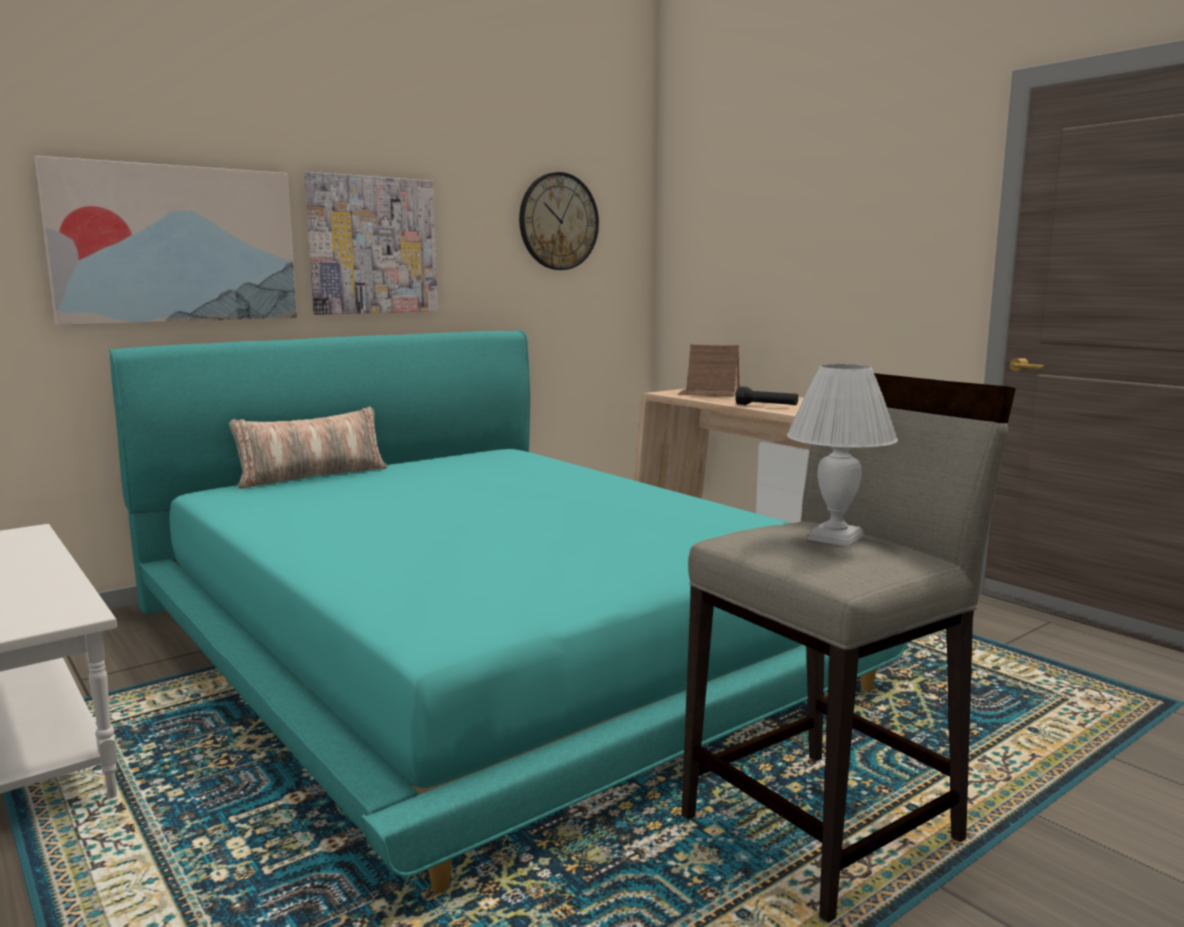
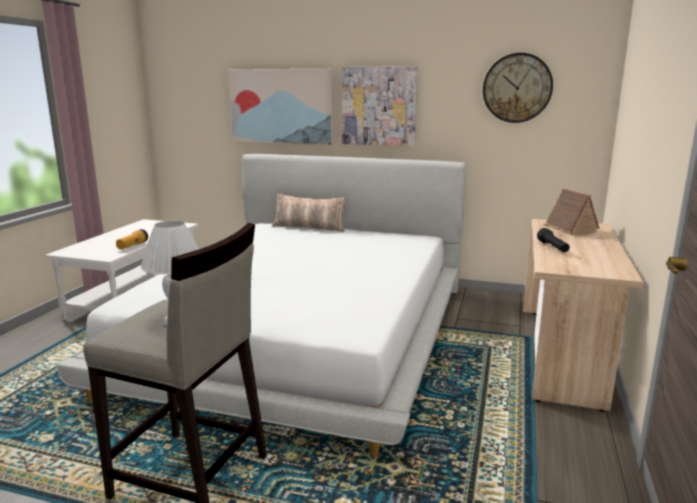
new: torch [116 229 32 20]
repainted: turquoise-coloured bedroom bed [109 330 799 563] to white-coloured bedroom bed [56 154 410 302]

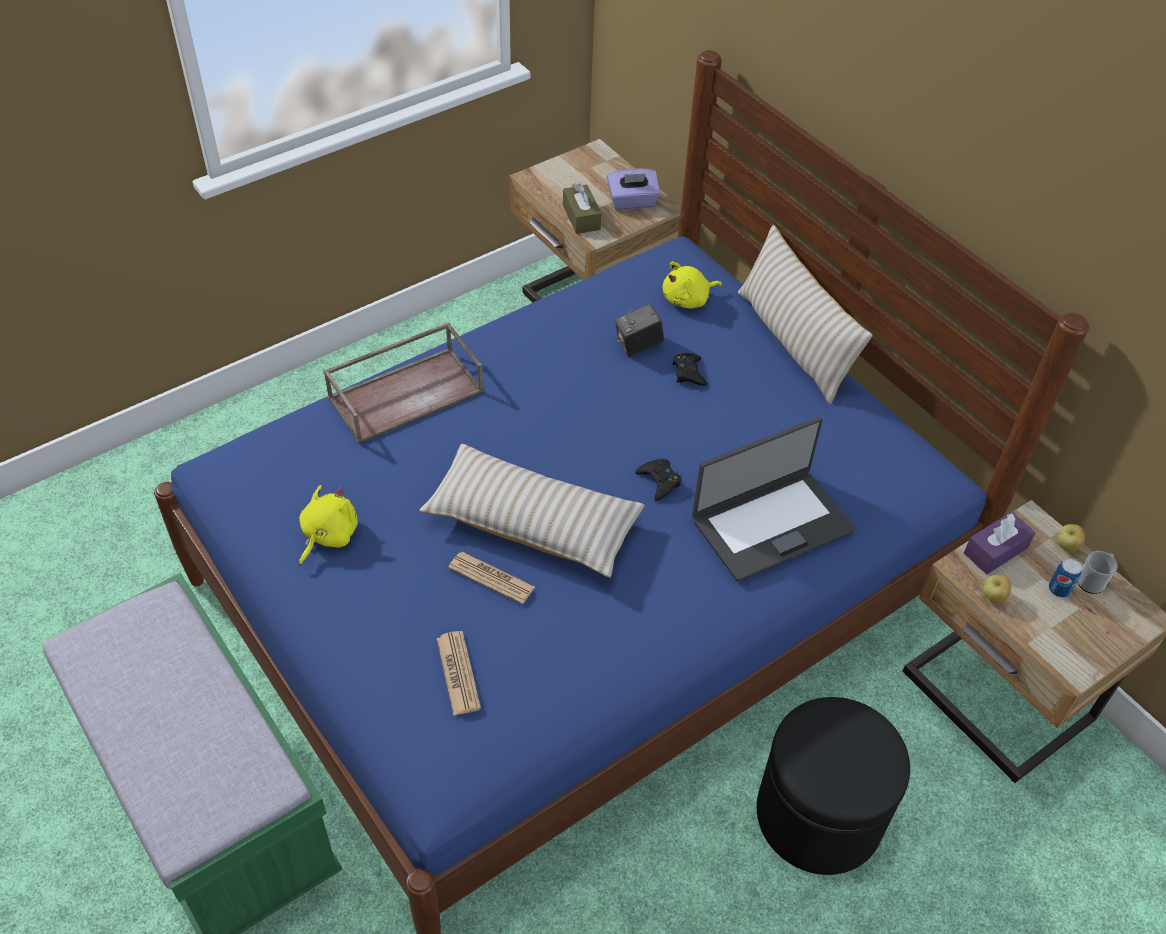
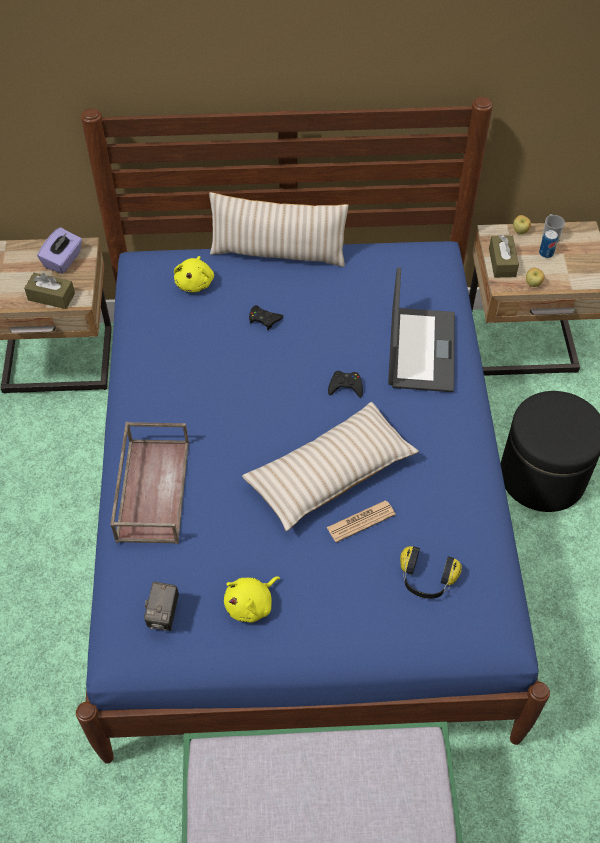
shifted: still camera [615 304 49 53] to [144 582 35 49]
swapped: daily paper [437 631 44 84] to headset [400 546 62 53]
repainted: purple-coloured tissue holder [964 512 71 62] to brown tissue holder [489 235 30 43]
rotated: yellow plush toy [299 485 59 80] = [224 576 56 47] 105 degrees counterclockwise

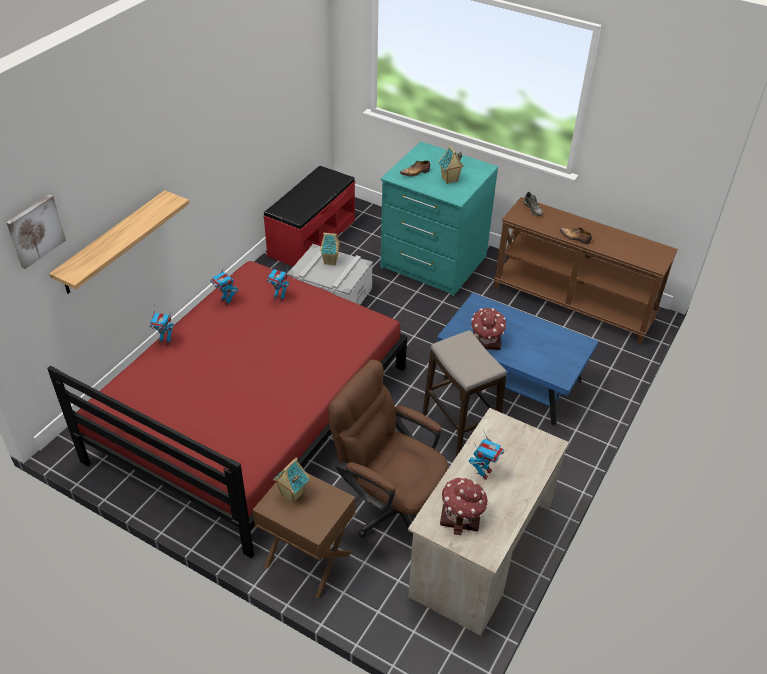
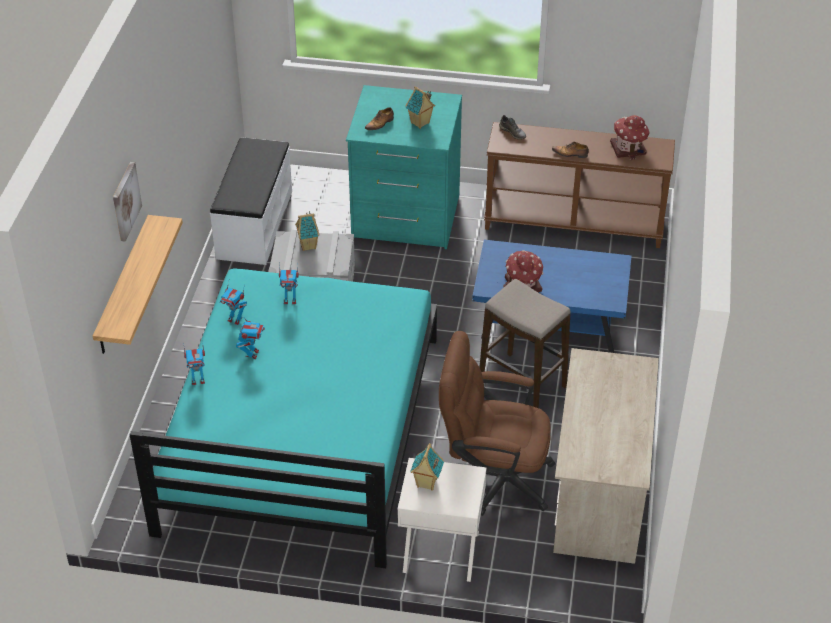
shifted: wall art [6 195 60 74] to [113 162 29 80]; toy house [440 477 48 58] to [610 115 40 45]; toy robot [469 430 35 50] to [236 314 29 45]
repainted: reddish bedroom bed [47 261 360 298] to turquoise-coloured bedroom bed [129 269 308 299]; brown night table [253 472 102 127] to white-coloured night table [398 458 89 124]; reddish long seat [263 166 92 101] to white-coloured long seat [210 137 82 128]

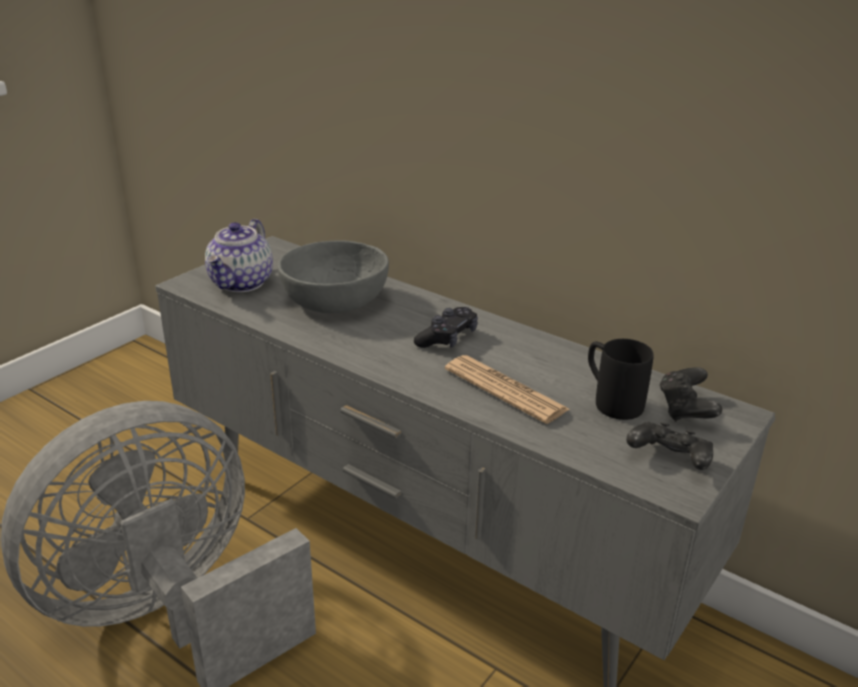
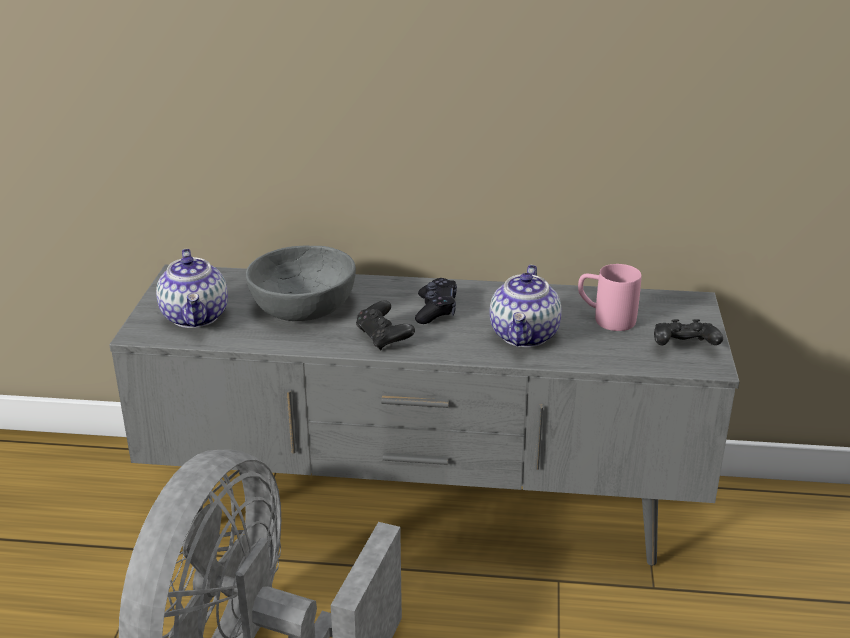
shifted: blackish gamepad [659 367 63 55] to [356 301 59 50]
swapped: daily paper [445 355 125 69] to pot for tea [490 265 72 82]
repainted: blackish tea mug [588 339 66 81] to pink tea mug [578 264 63 67]

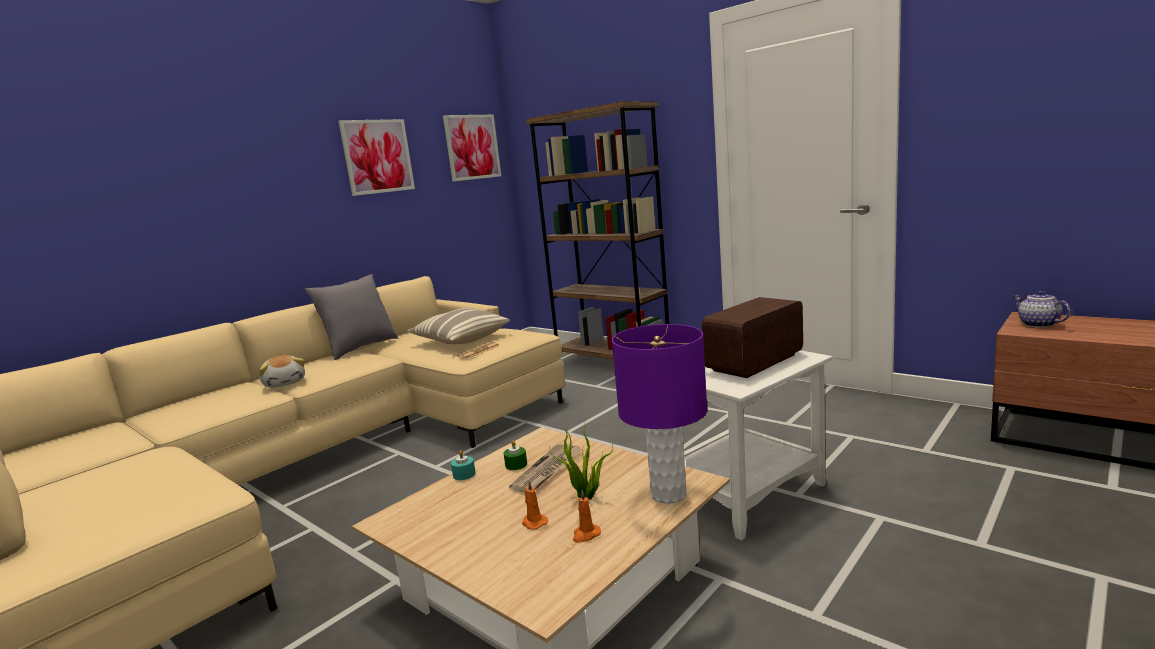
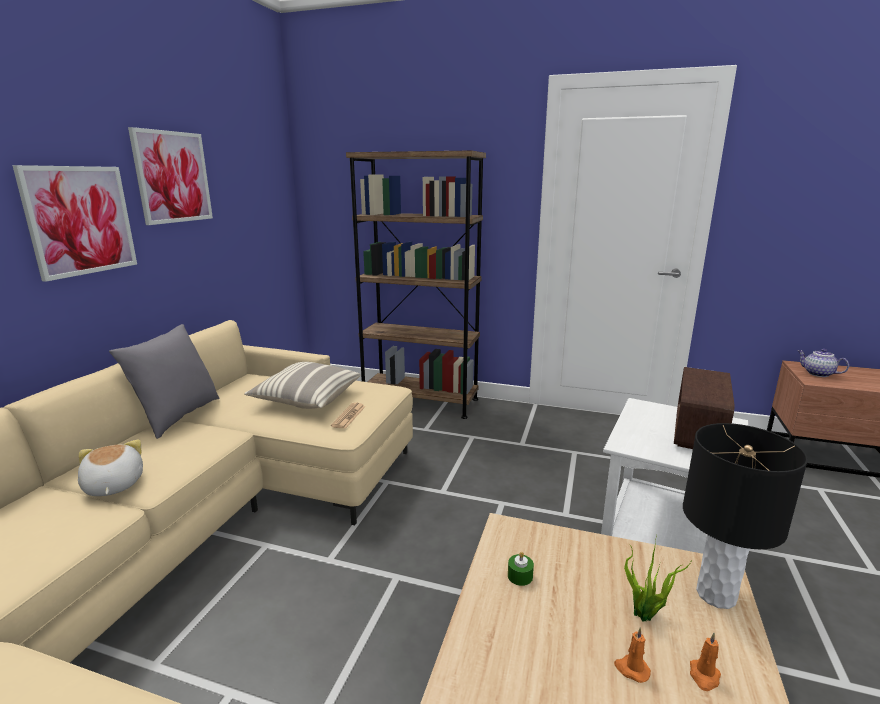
gone: turquoise-coloured wax light [451 450 25 30]; daily paper [509 444 73 48]
shifted: wall art [443 115 58 67] to [12 165 125 117]
repainted: purple-coloured table lamp [612 324 95 180] to blackish table lamp [683 423 125 186]
rotated: plush toy [259 355 46 33] = [78 440 65 56] 150 degrees counterclockwise

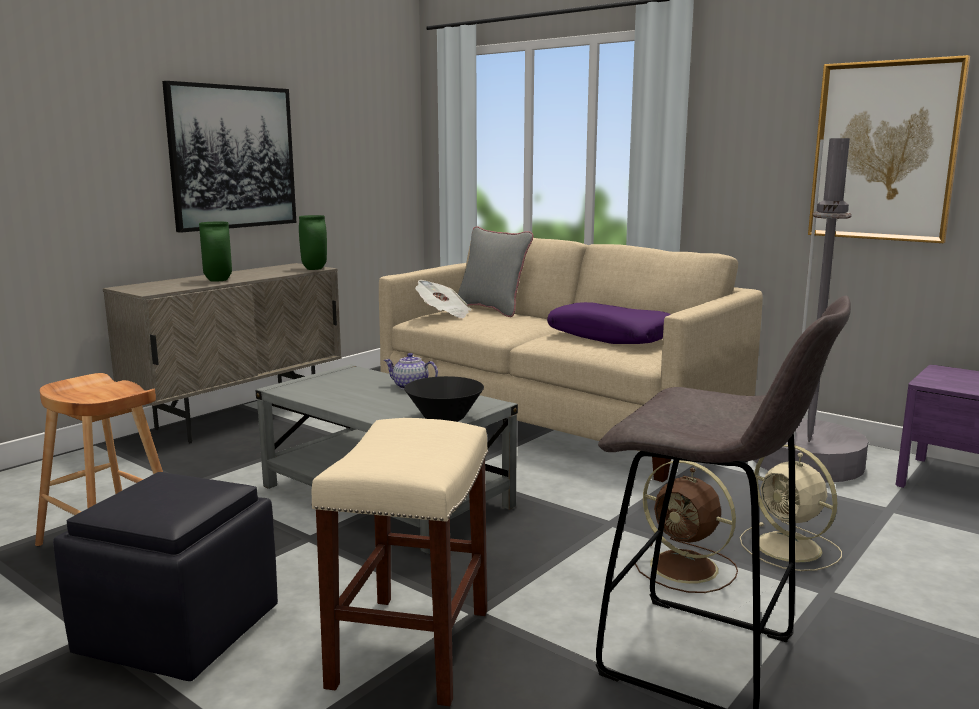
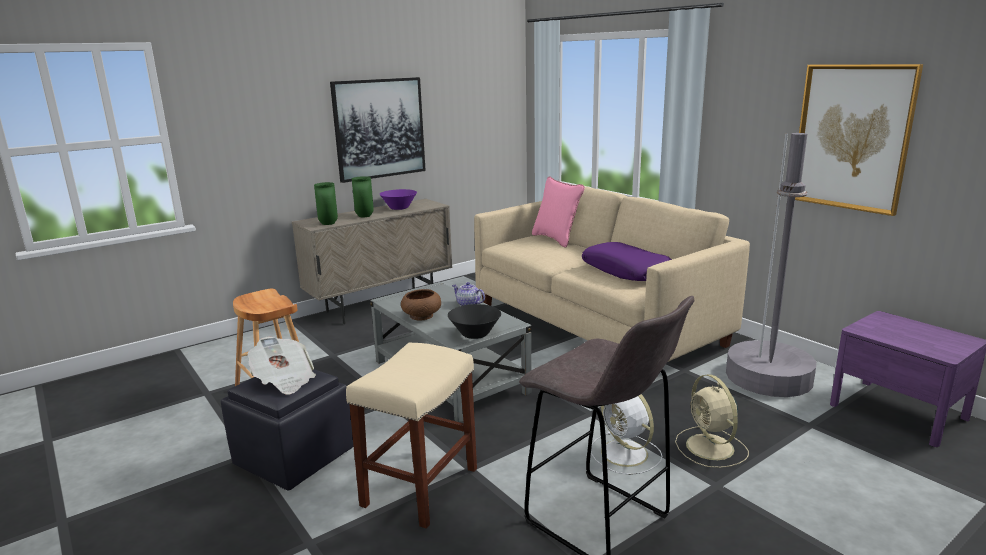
new: purple-coloured bowl [379 189 38 21]; brown bowl [401 289 40 32]
shifted: greenish vase [299 215 28 55] to [314 182 24 43]; daily paper [415 280 56 39] to [247 336 69 59]
repainted: greyish throw pillow [458 226 75 91] to pink throw pillow [532 176 53 71]; brown cooling fan [635 460 103 133] to white-coloured cooling fan [591 394 71 81]

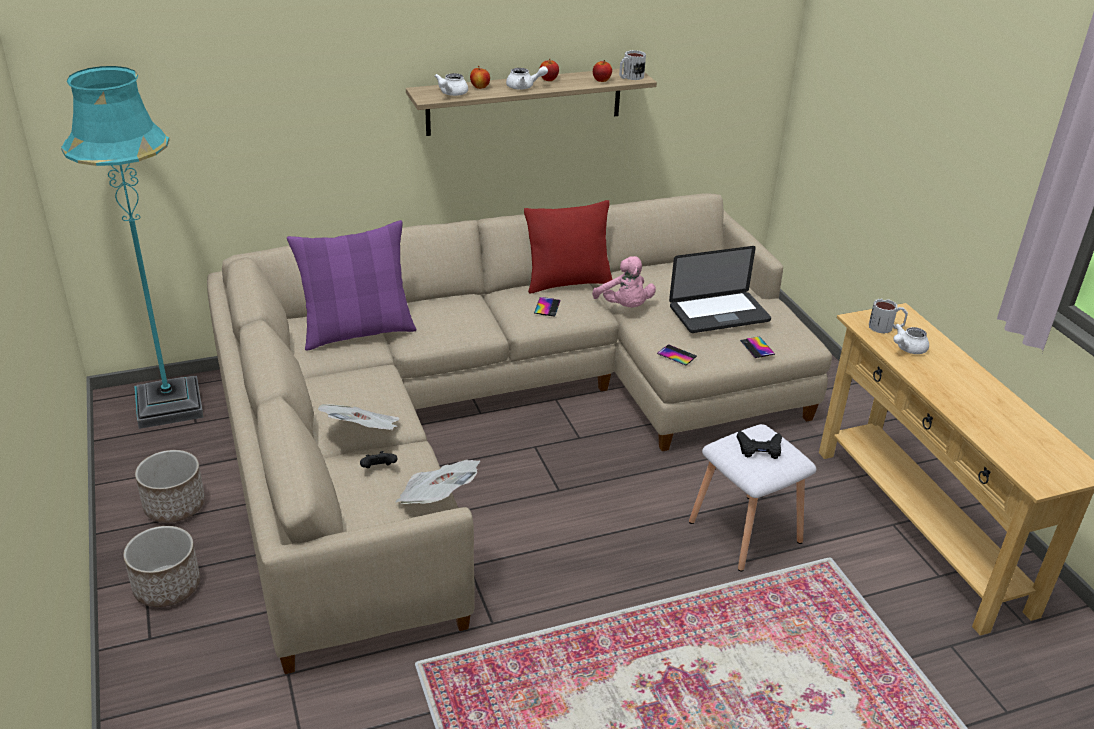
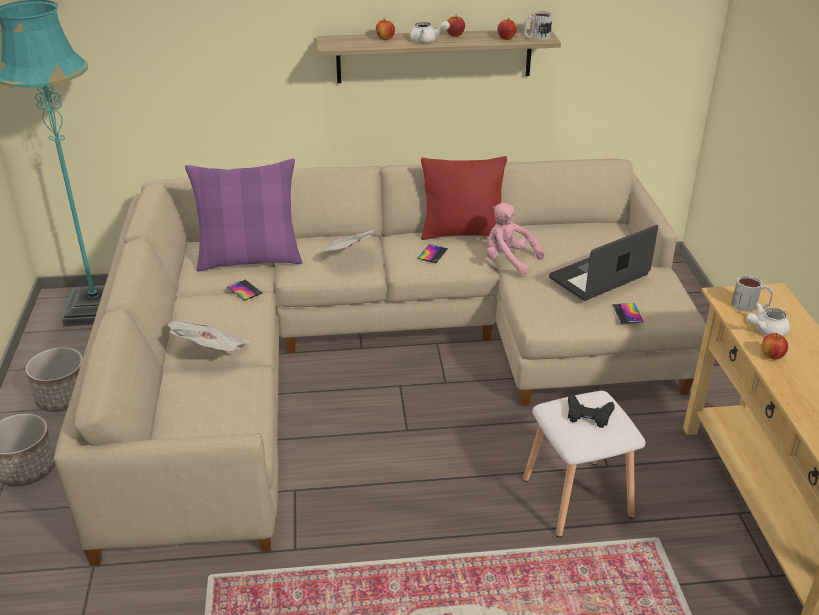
gone: blackish gamepad [360 451 38 17]; white-coloured pot for tea [435 73 33 23]
new: whole apple [762 333 26 27]
shifted: daily paper [395 460 85 44] to [317 228 63 25]; handset [657 344 40 21] to [227 279 35 21]
rotated: pink plush toy [592 256 64 51] = [486 203 58 72] 135 degrees clockwise; portable computer [669 246 102 87] = [549 225 109 76] 150 degrees clockwise

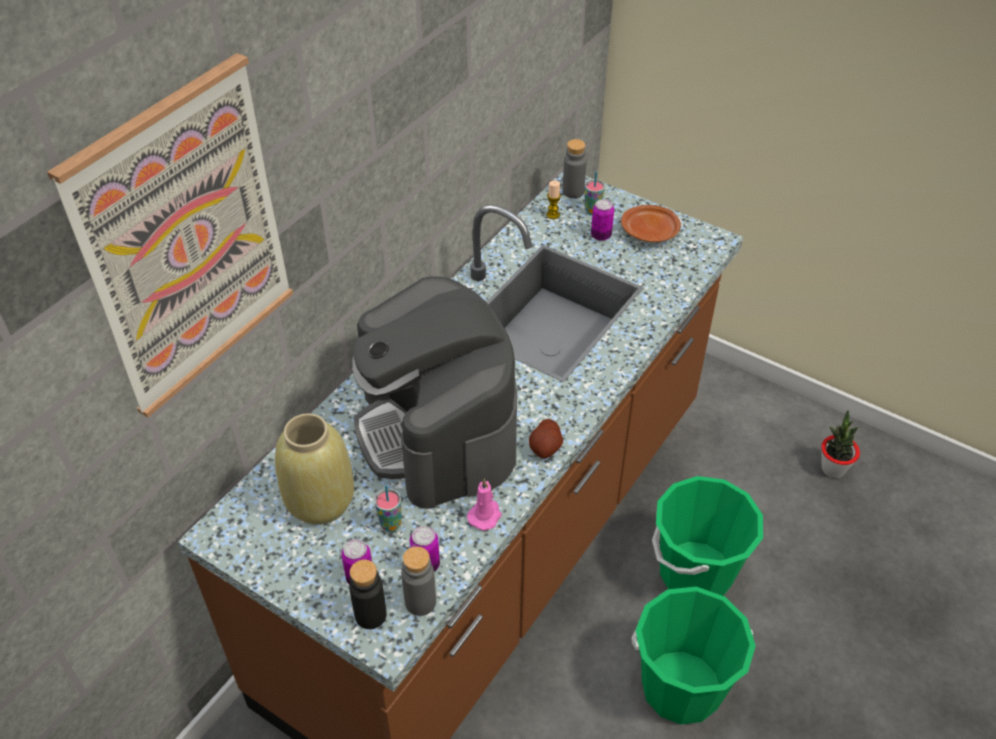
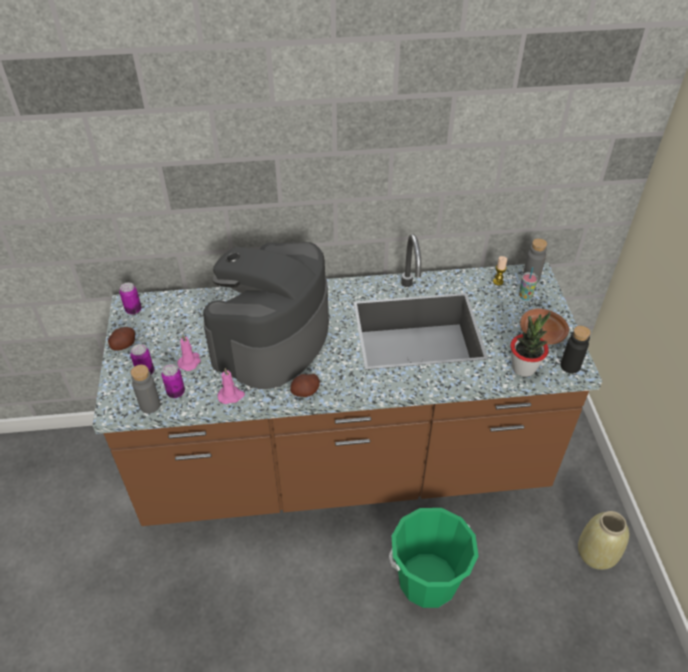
gone: wall art [47 53 246 364]; greenish water bucket [631 587 125 138]
new: potato [108 327 27 24]
shifted: beige-coloured vase [275 413 79 112] to [578 511 51 59]; blackish bottle [349 560 38 69] to [560 326 31 48]; metal can [591 199 23 42] to [119 282 23 32]; plant in a pot [821 410 39 68] to [511 312 40 65]
swapped: small cup [374 485 27 47] to pink wax light [177 335 24 36]

